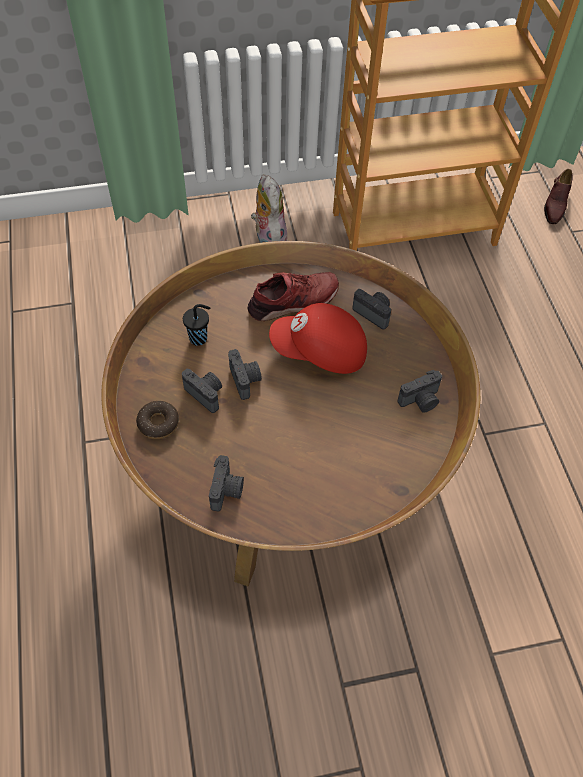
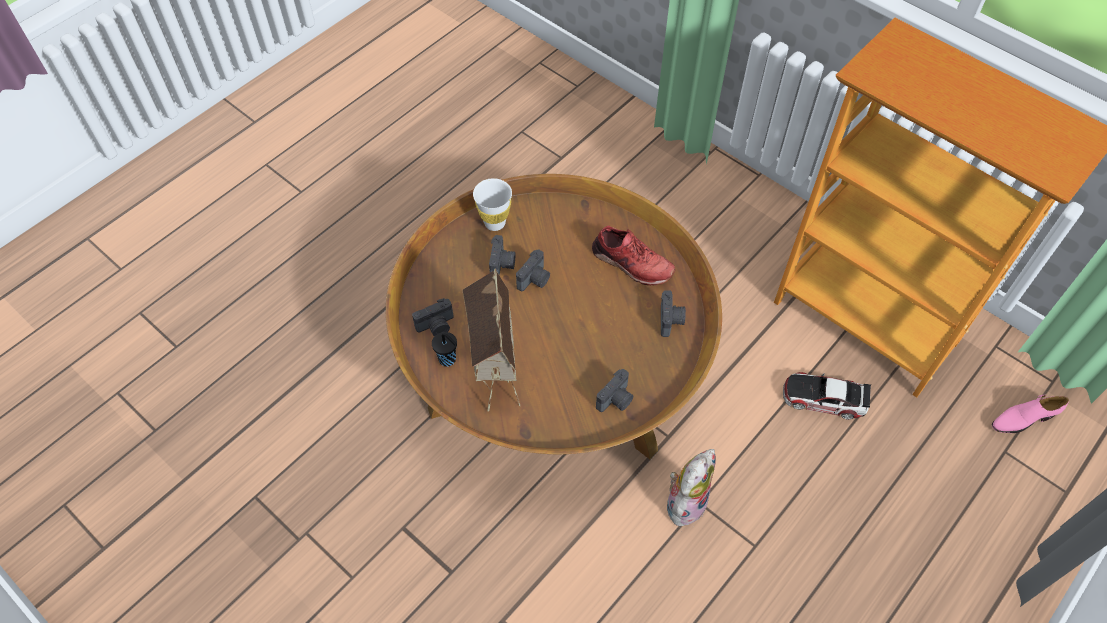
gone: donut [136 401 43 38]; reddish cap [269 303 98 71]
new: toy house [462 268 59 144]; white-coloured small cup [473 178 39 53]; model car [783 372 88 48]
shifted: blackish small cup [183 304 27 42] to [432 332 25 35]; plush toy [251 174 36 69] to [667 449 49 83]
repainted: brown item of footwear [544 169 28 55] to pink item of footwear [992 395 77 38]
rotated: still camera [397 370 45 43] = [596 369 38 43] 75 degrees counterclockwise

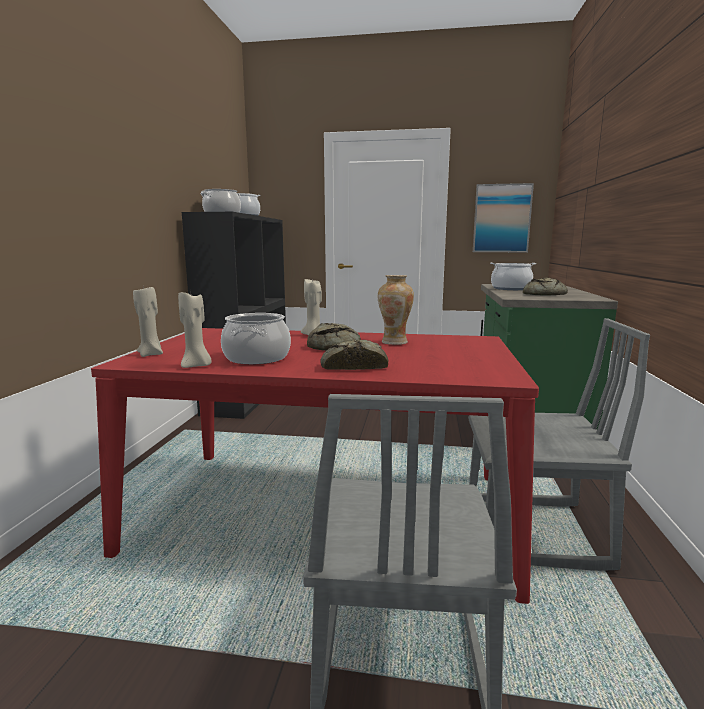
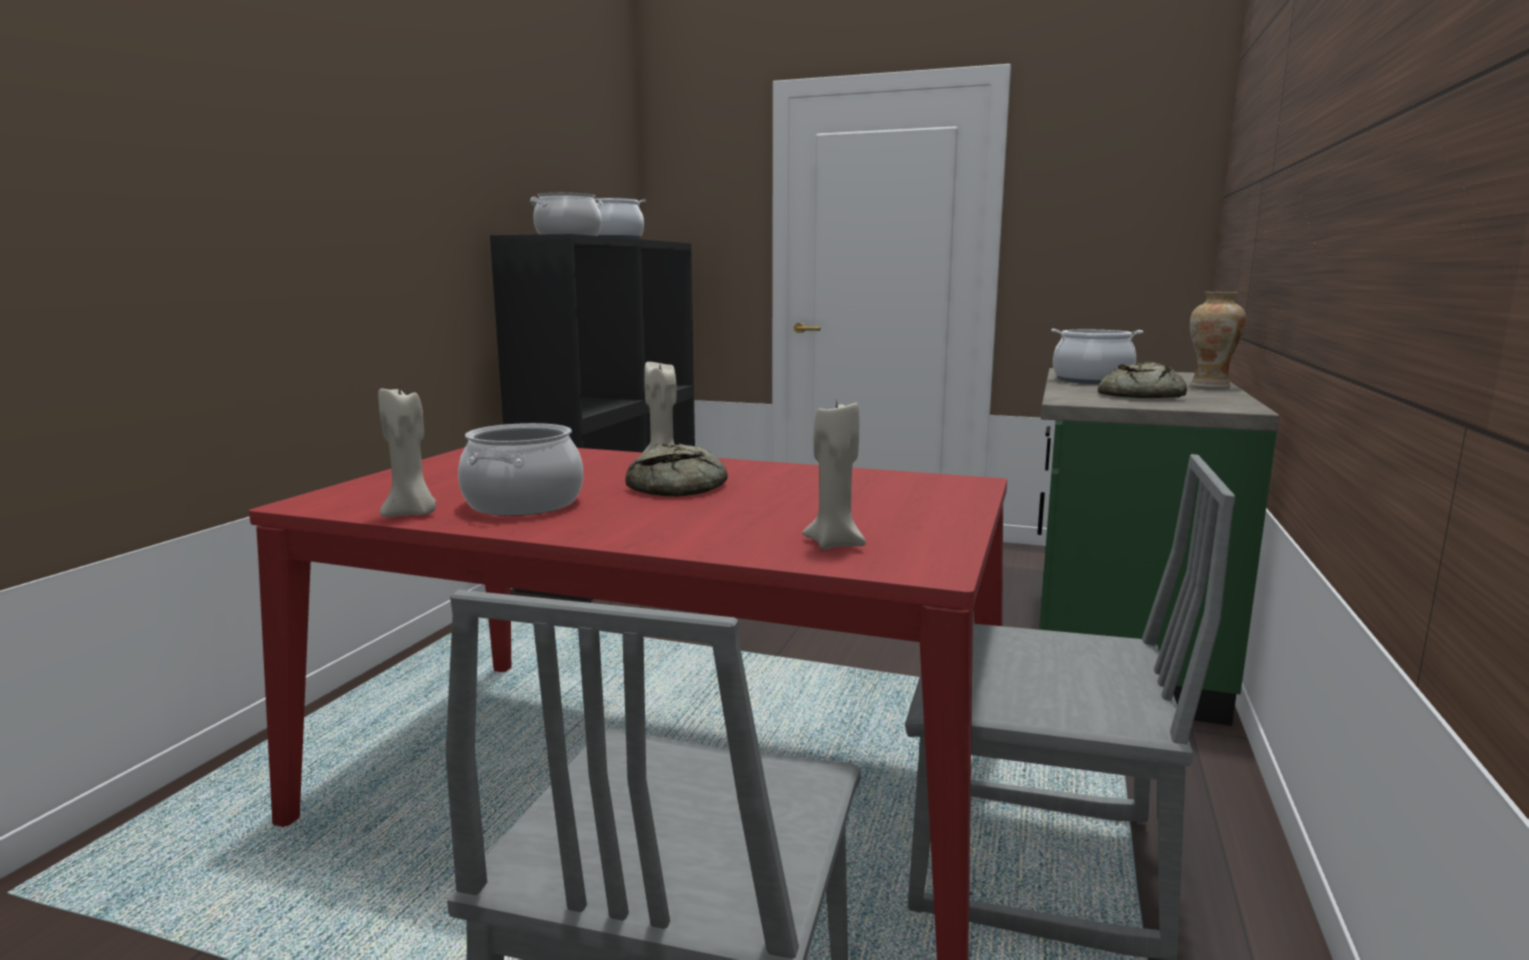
gone: bread [320 340 68 30]; wall art [473 183 61 69]
shifted: beige-coloured wax light [133 285 30 72] to [802 400 64 150]; vase [378 275 36 70] to [1190 292 56 96]

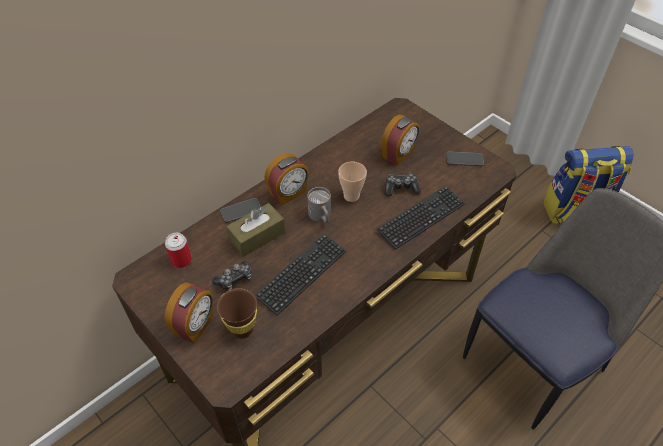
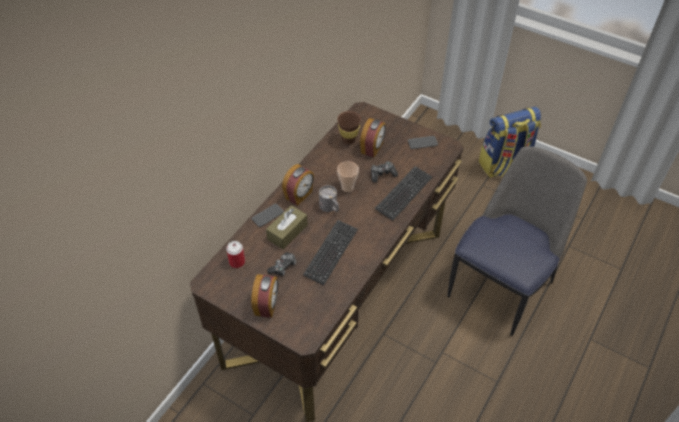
shifted: brown small cup [217 288 40 51] to [337 111 24 33]

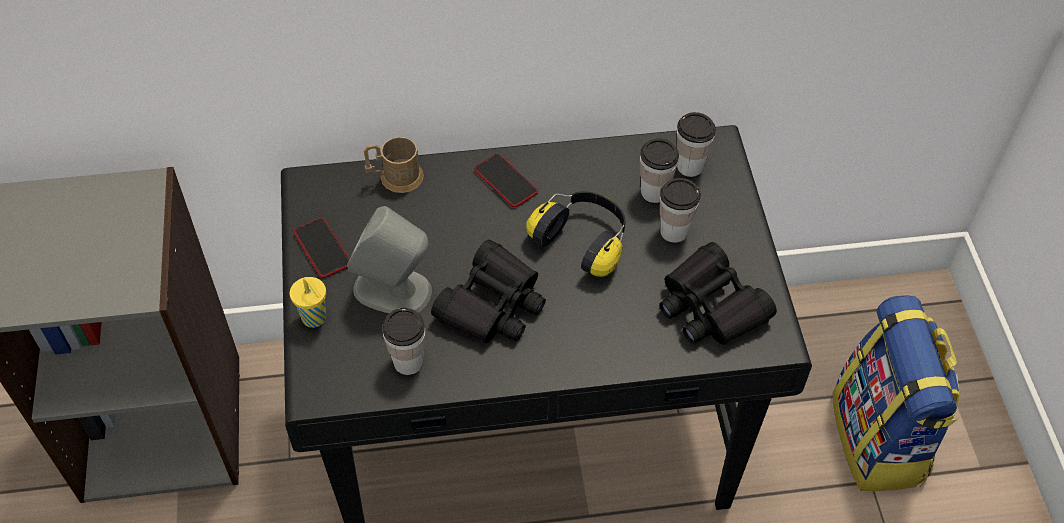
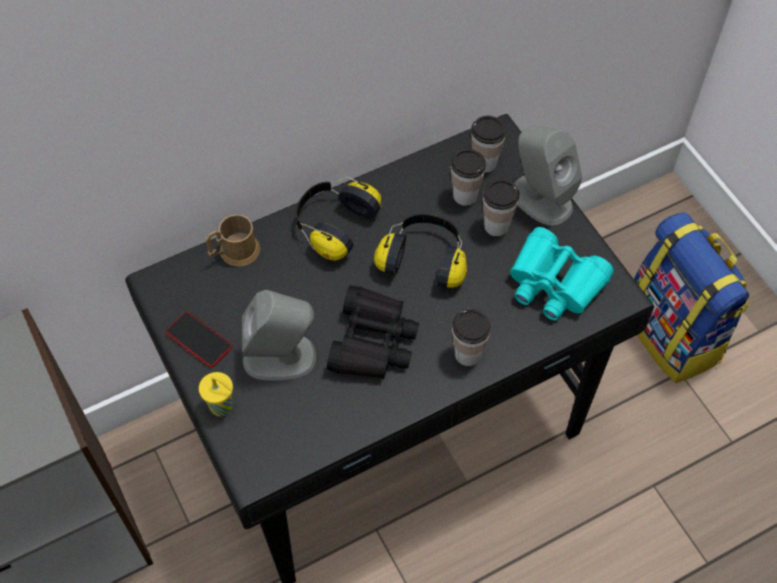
new: greyish audio speaker [514 126 68 100]
shifted: small cup [382 308 43 67] to [452 309 38 57]
swapped: handset [474 154 64 53] to headset [296 177 85 84]
repainted: blackish binoculars [659 242 118 103] to turquoise-coloured binoculars [510 227 104 94]

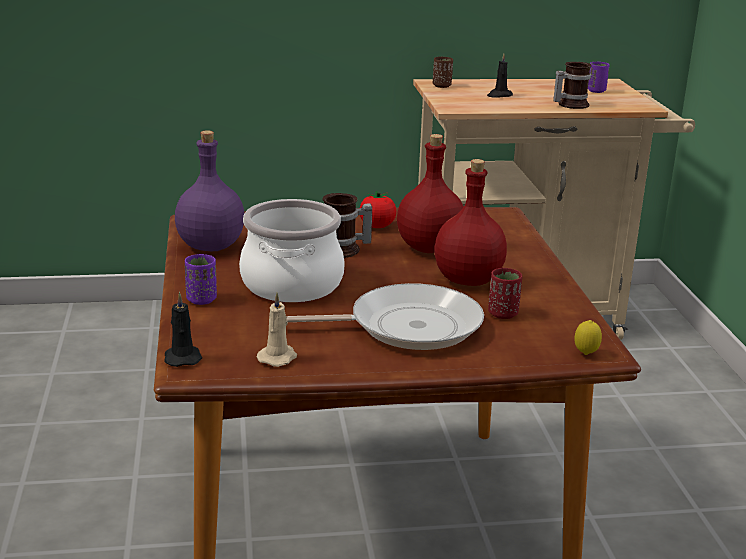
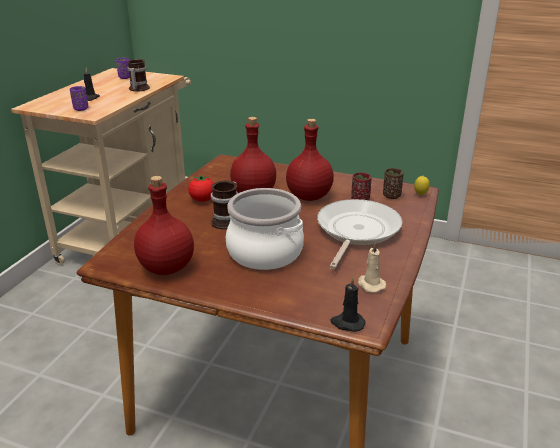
shifted: purple-coloured small cup [185 254 32 51] to [70 86 19 25]; brown small cup [433 57 20 31] to [383 168 21 31]
repainted: purple-coloured bottle [175 130 69 122] to reddish bottle [134 176 60 99]

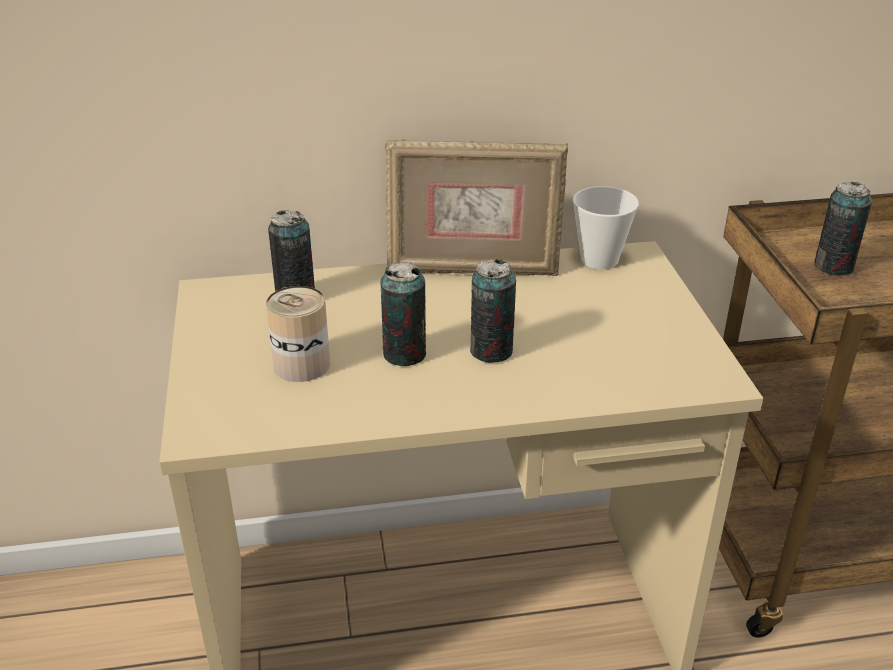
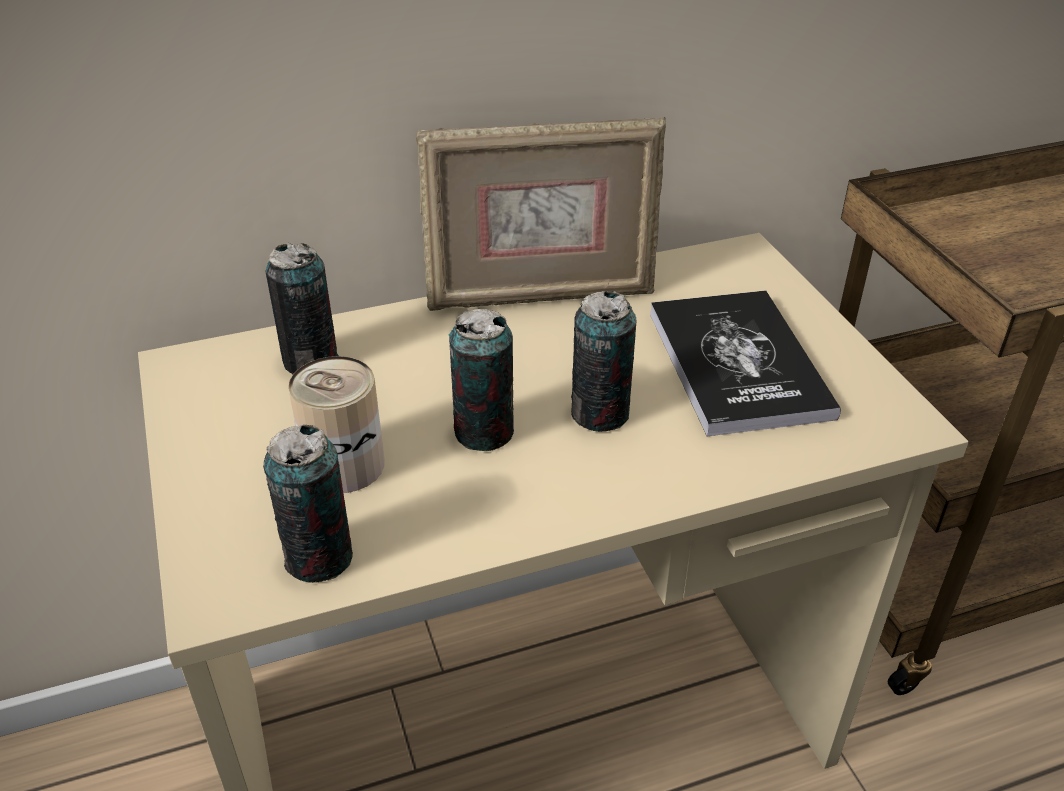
gone: small cup [573 186 66 83]
new: bound book [650 290 191 146]
shifted: metal can [814 182 58 94] to [263 425 90 158]

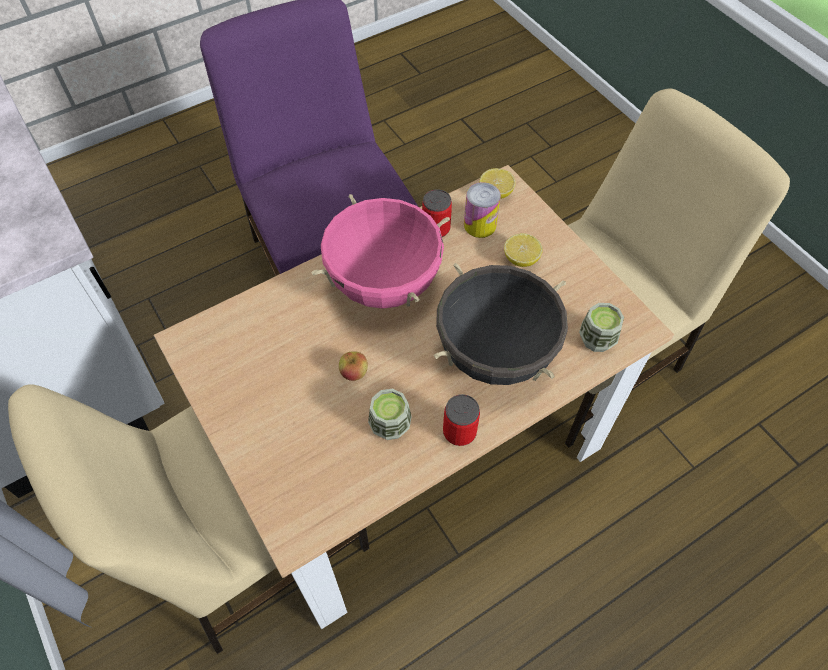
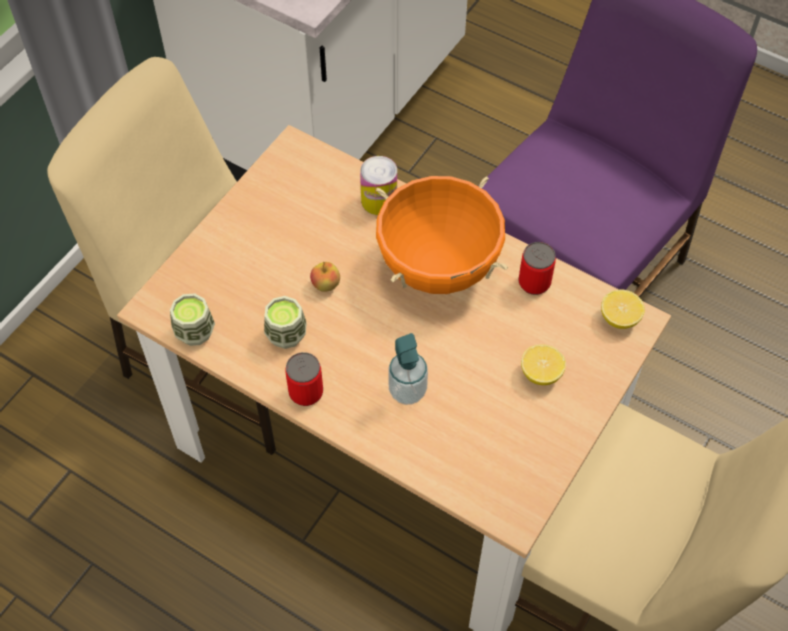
shifted: metal can [464 182 37 56] to [360 156 37 59]; small cup [579 303 45 49] to [170 293 45 53]
swapped: blackish saucepot [434 263 134 122] to soap dispenser [388 333 40 72]
repainted: pink saucepot [311 194 139 115] to orangey saucepot [376 176 132 118]

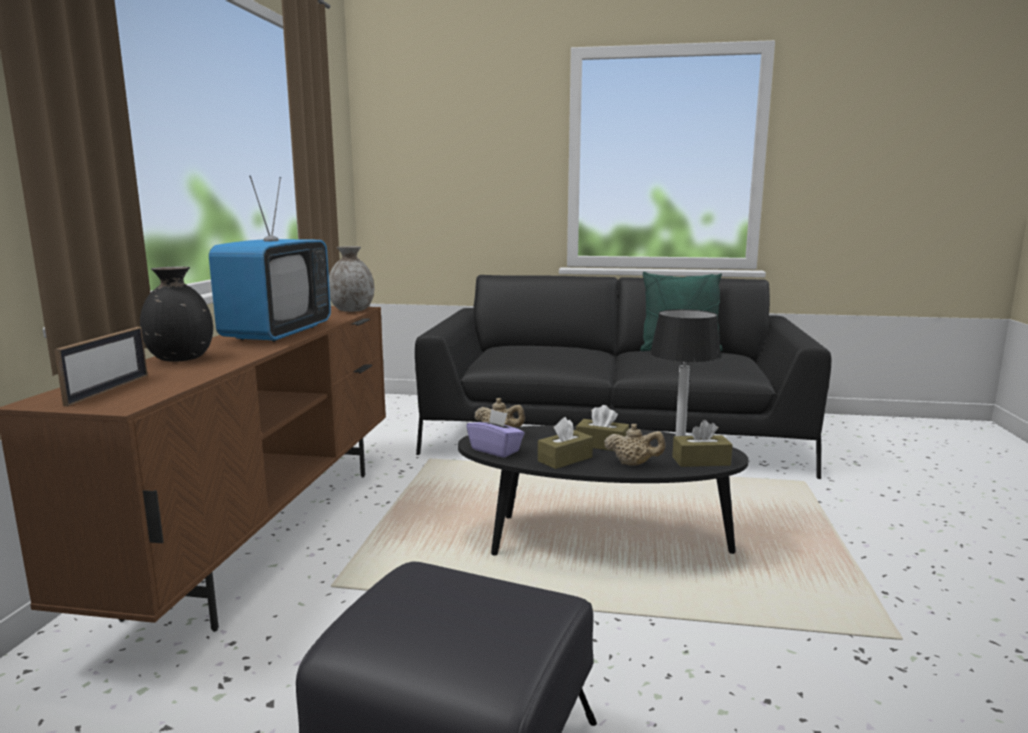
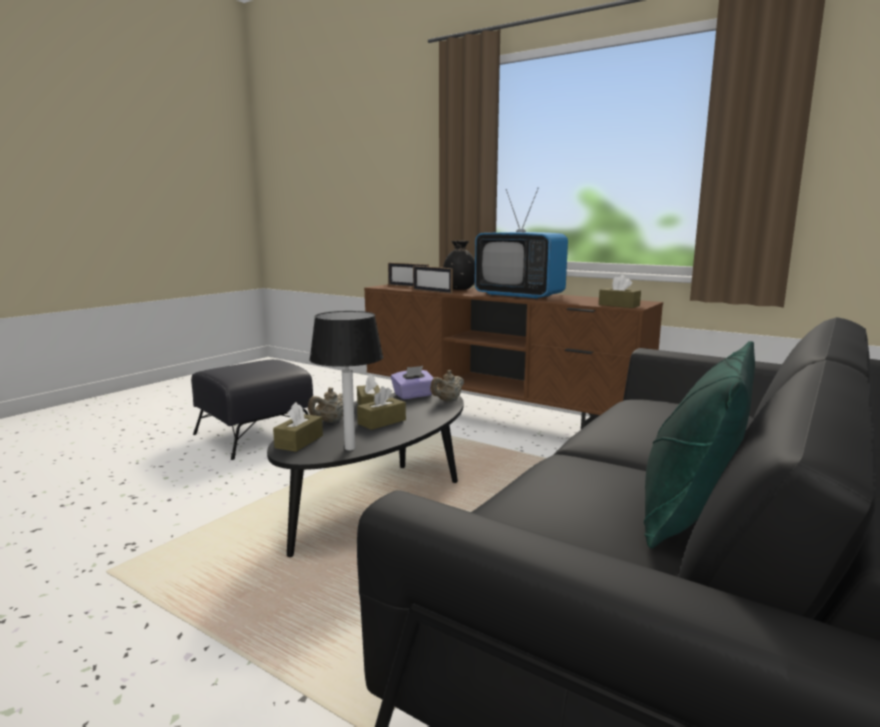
new: standing frame [413 266 40 28]
swapped: greyish vase [329 246 45 66] to brown tissue holder [599 275 42 33]

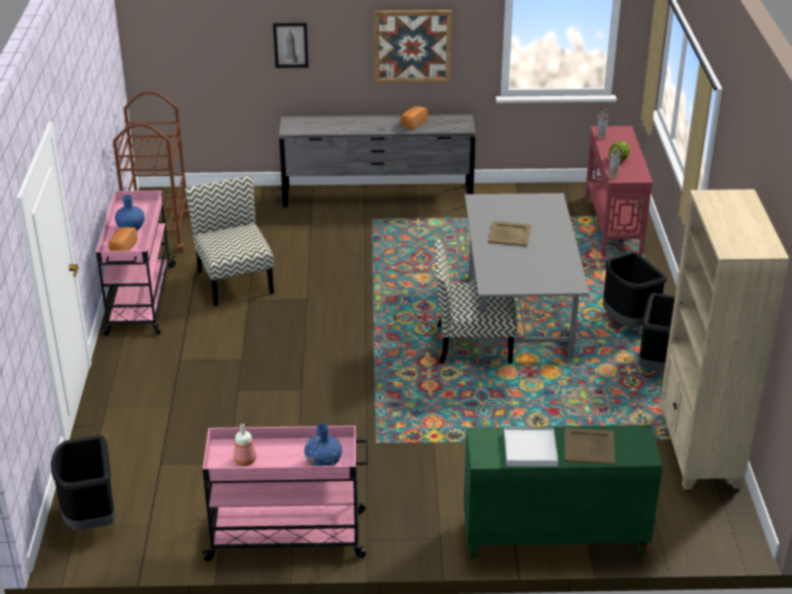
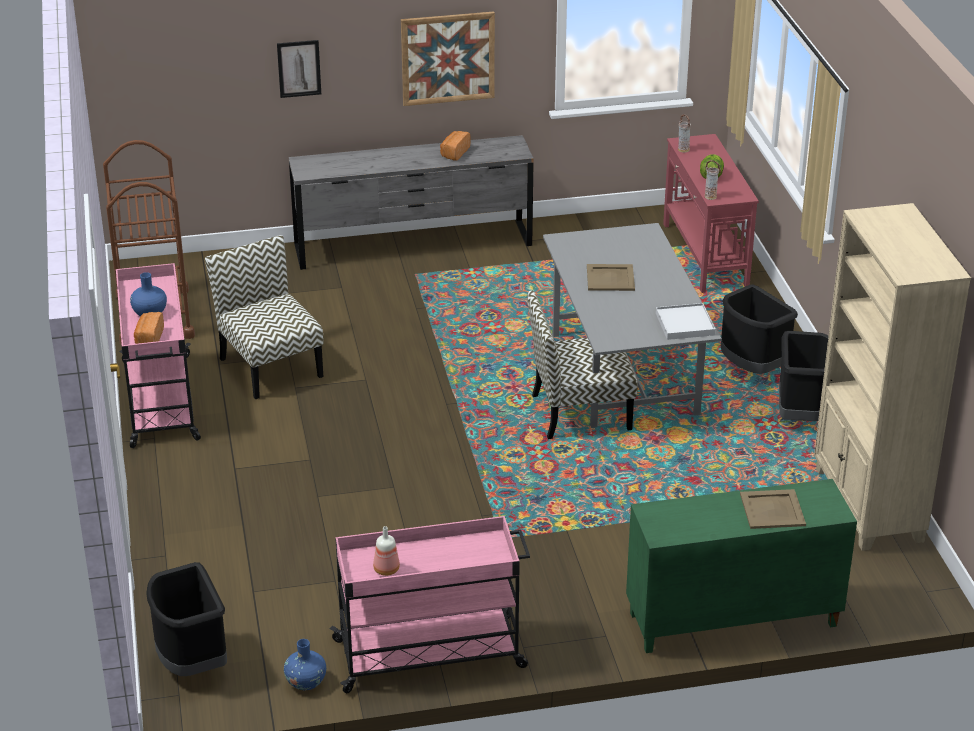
shifted: blue-coloured vase [304 424 38 42] to [284 639 42 51]; white-coloured serving tray [504 427 54 40] to [656 303 59 37]

